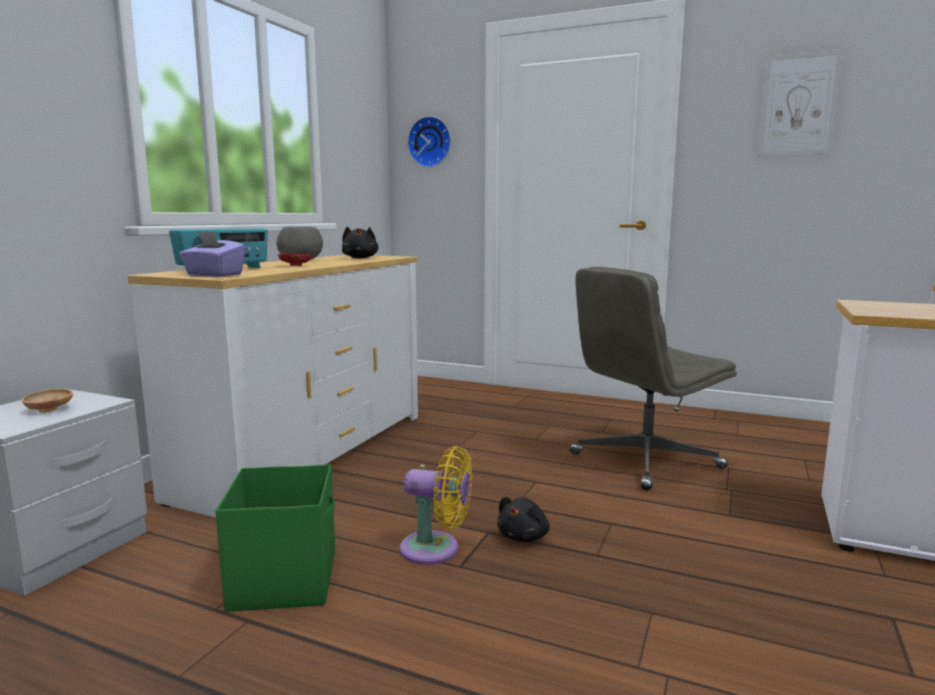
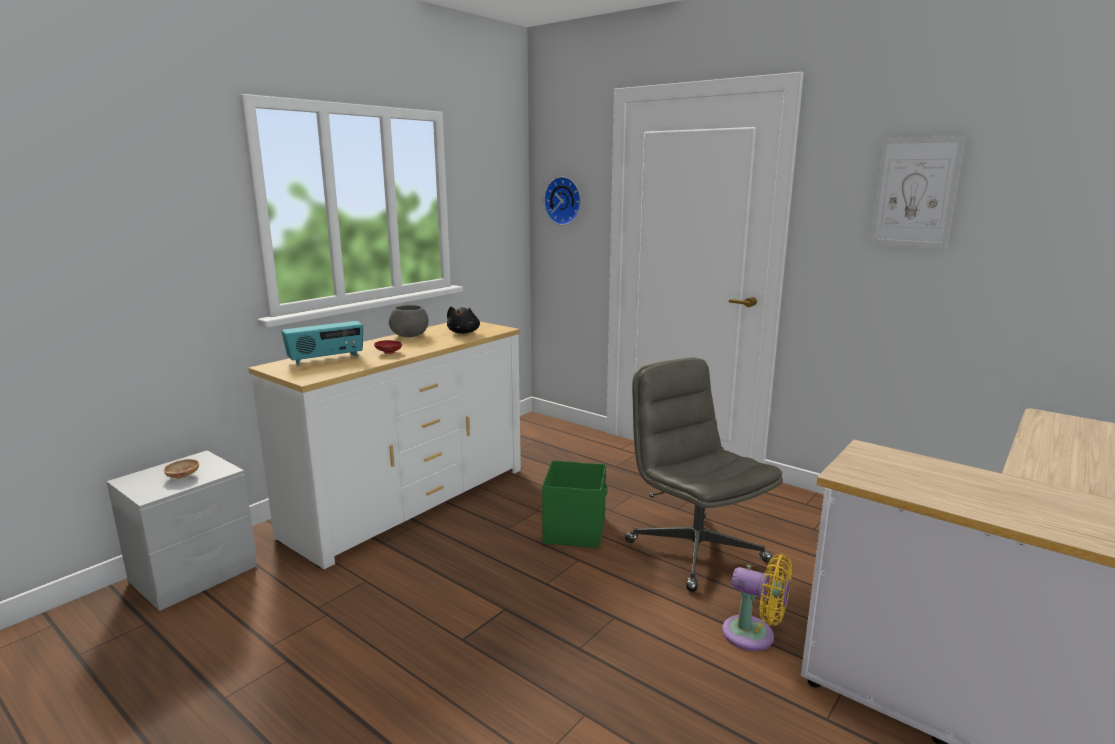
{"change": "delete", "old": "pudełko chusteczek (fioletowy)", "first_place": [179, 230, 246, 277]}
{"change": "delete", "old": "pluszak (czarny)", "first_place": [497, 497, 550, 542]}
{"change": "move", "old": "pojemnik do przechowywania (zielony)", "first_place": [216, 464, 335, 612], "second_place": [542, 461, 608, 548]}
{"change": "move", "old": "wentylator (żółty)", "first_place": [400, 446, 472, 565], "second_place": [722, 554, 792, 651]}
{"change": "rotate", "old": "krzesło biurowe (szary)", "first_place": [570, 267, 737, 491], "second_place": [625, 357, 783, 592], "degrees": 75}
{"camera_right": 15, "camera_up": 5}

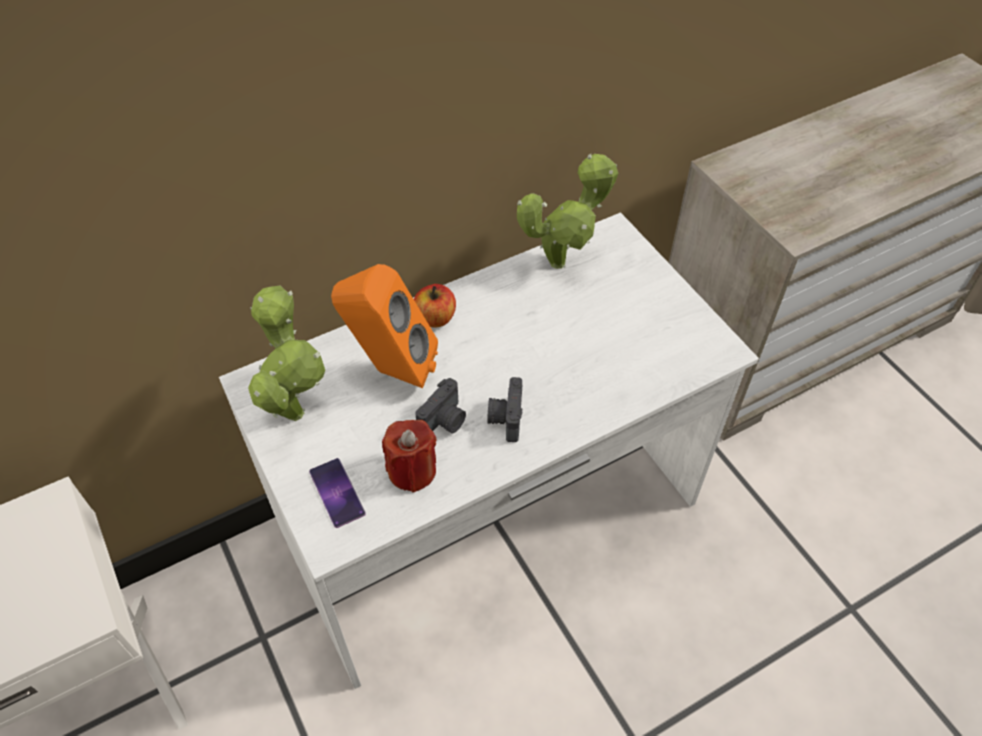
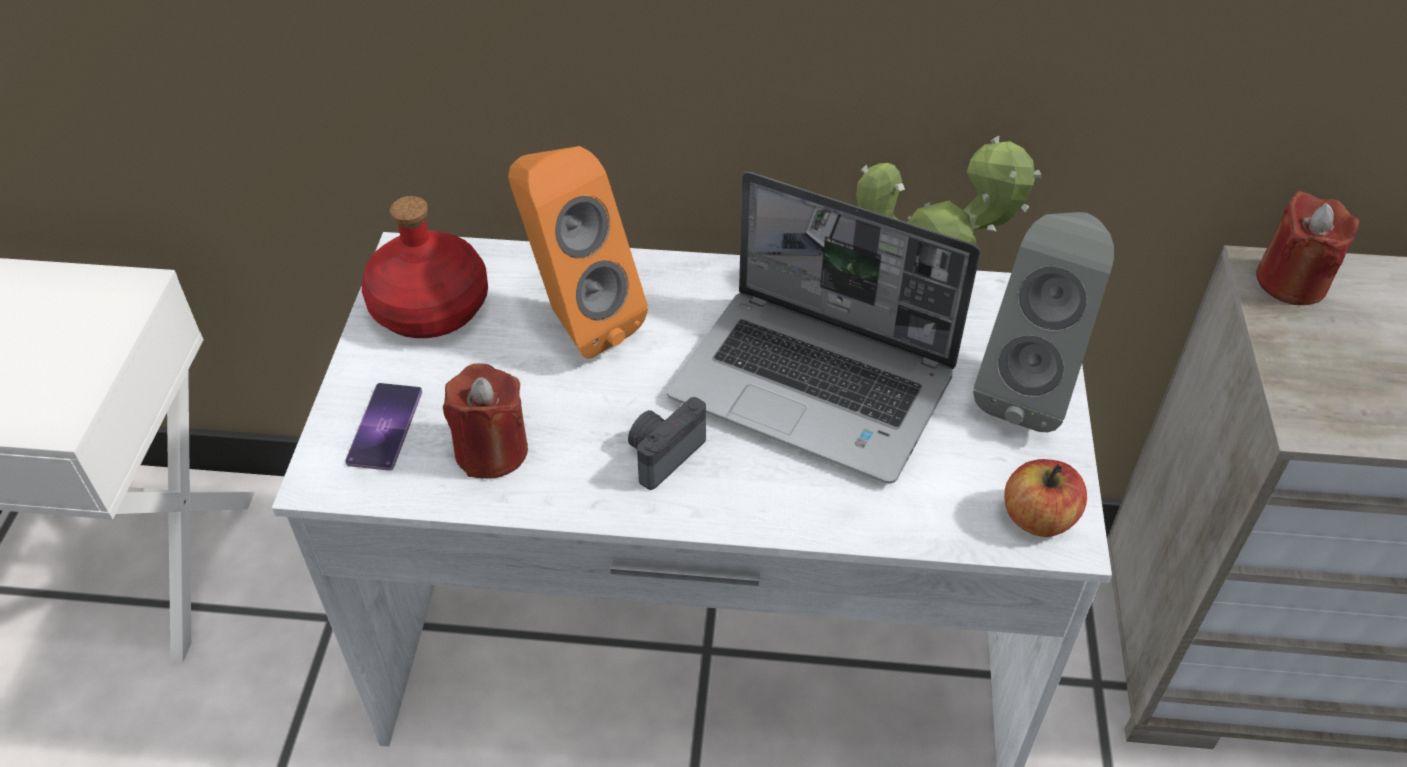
{"change": "delete", "old": "aparat fotograficzny", "first_place": [415, 378, 466, 433]}
{"change": "insert", "new": "laptop", "second_place": [667, 172, 980, 484]}
{"change": "insert", "new": "głośnik (szary)", "second_place": [973, 212, 1114, 432]}
{"change": "insert", "new": "świeca (czerwony)", "second_place": [1256, 190, 1359, 305]}
{"change": "move", "old": "jabłko", "first_place": [414, 284, 456, 327], "second_place": [1004, 459, 1087, 537]}
{"change": "replace", "old": "roślina doniczkowa", "new": "butelka (czerwony)", "first_place": [248, 286, 325, 421], "second_place": [362, 196, 488, 338]}
{"camera_right": 35, "camera_up": -5}

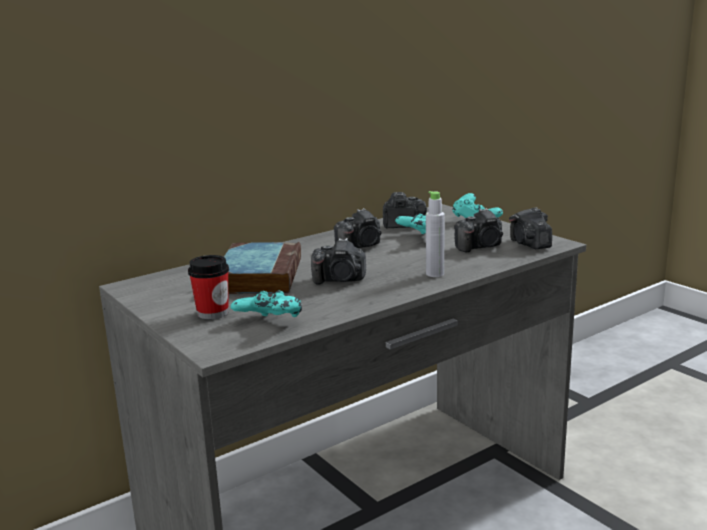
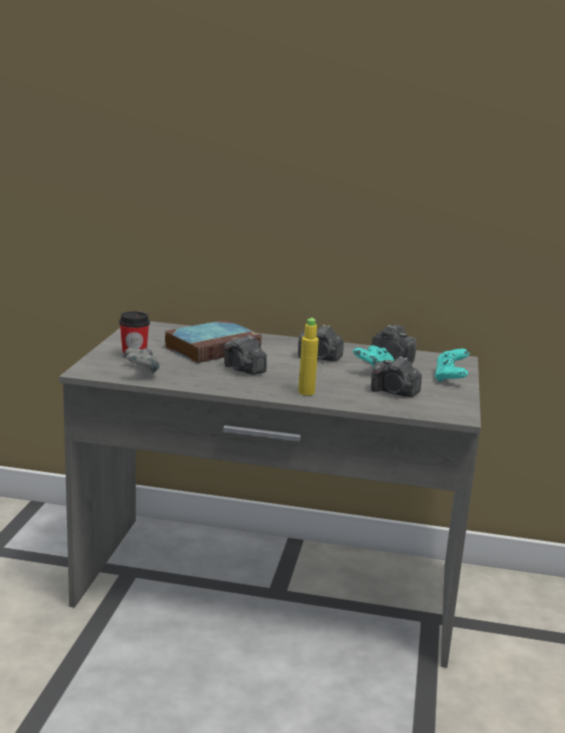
{"change": "delete", "old": "aparat fotograficzny", "first_place": [509, 207, 552, 249]}
{"change": "recolor", "old": "pad do gier (turkusowy)", "new": "pad do gier (szary)", "first_place": [231, 291, 302, 317], "second_place": [125, 347, 160, 373]}
{"change": "recolor", "old": "butelka (szary)", "new": "butelka (żółty)", "first_place": [426, 191, 445, 277], "second_place": [298, 318, 319, 396]}
{"camera_right": 45, "camera_up": 0}

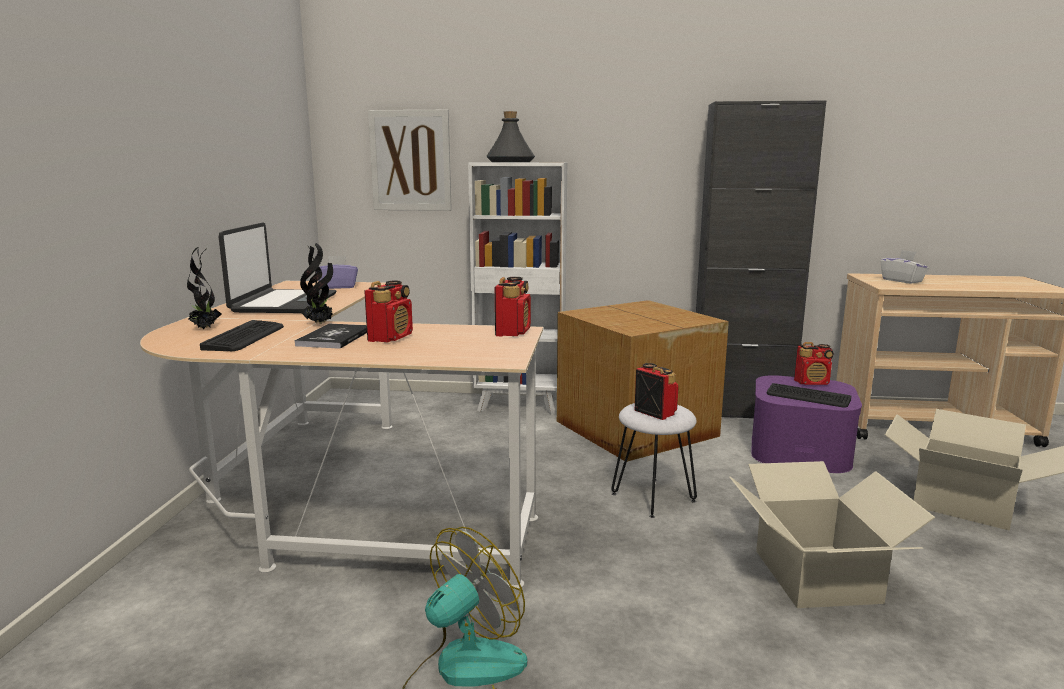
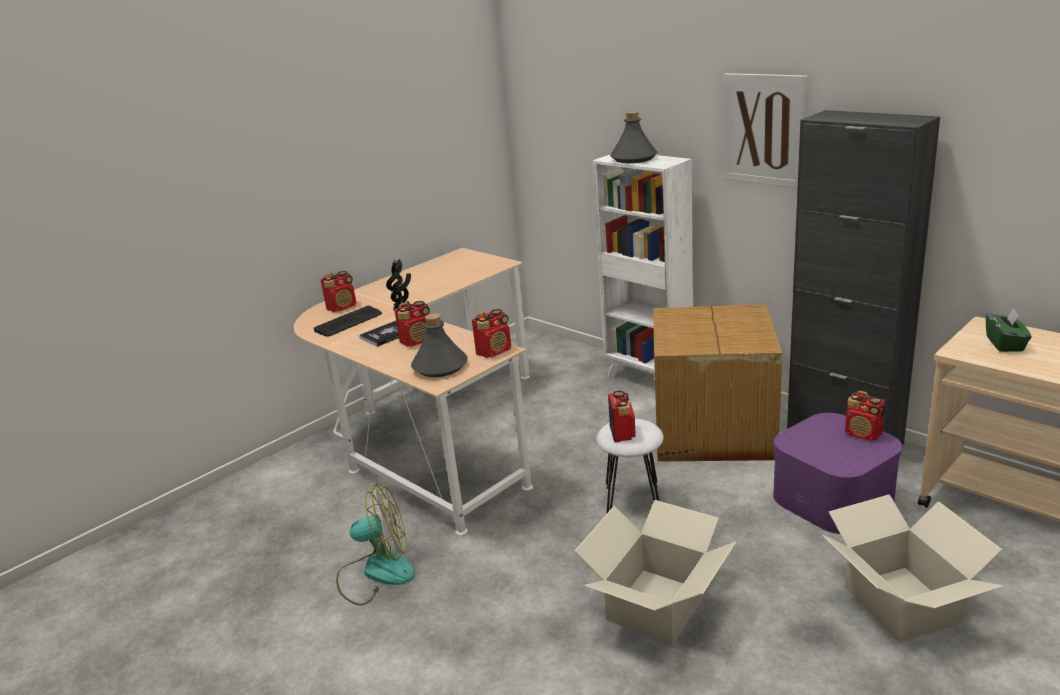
{"change": "delete", "old": "laptop", "first_place": [219, 222, 336, 313]}
{"change": "delete", "old": "pudełko chusteczek (fioletowy)", "first_place": [318, 255, 358, 289]}
{"change": "delete", "old": "klawiatura", "first_place": [767, 383, 851, 408]}
{"change": "insert", "new": "butelka (szary)", "second_place": [411, 313, 468, 377]}
{"change": "move", "old": "obraz", "first_place": [368, 110, 452, 211], "second_place": [723, 73, 808, 188]}
{"change": "replace", "old": "roślina doniczkowa", "new": "radio", "first_place": [187, 247, 222, 329], "second_place": [320, 271, 356, 312]}
{"change": "recolor", "old": "pudełko chusteczek (biały)", "new": "pudełko chusteczek (zielony)", "first_place": [880, 250, 929, 283], "second_place": [986, 308, 1032, 352]}
{"camera_right": 40, "camera_up": 10}

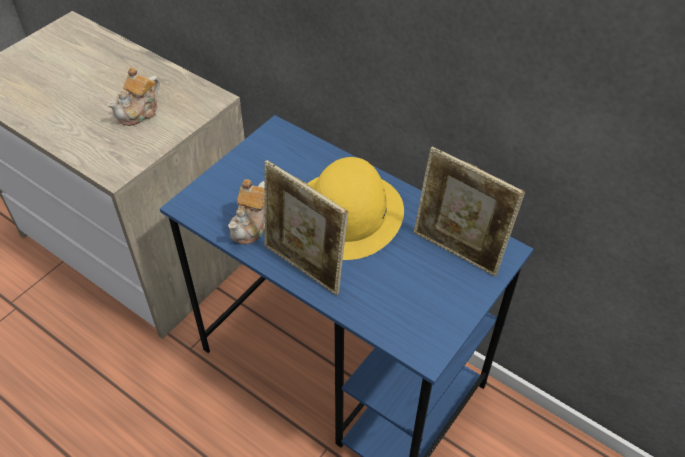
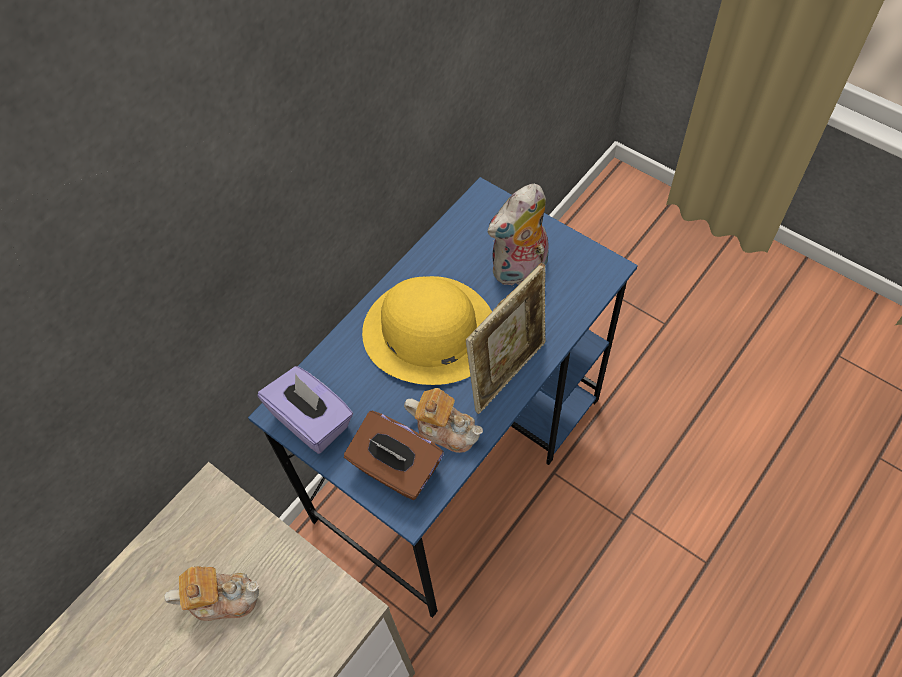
{"change": "delete", "old": "ramka na zdjęcie", "first_place": [414, 146, 525, 276]}
{"change": "insert", "new": "pudełko chusteczek (fioletowy)", "second_place": [258, 366, 353, 454]}
{"change": "insert", "new": "pudełko chusteczek (brązowy)", "second_place": [344, 411, 444, 500]}
{"change": "insert", "new": "pluszak", "second_place": [488, 184, 549, 287]}
{"change": "rotate", "old": "imbryk", "first_place": [108, 67, 160, 126], "second_place": [164, 566, 259, 621], "degrees": -45}
{"camera_right": -85, "camera_up": 10}

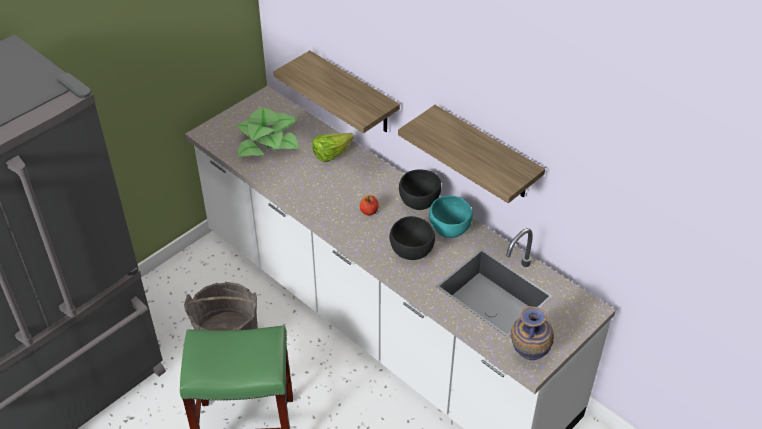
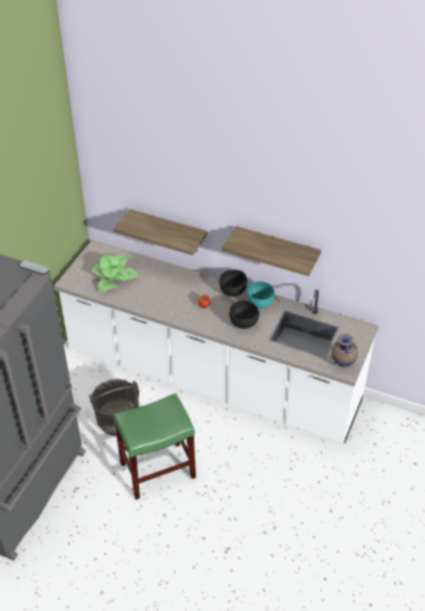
{"change": "delete", "old": "sałata", "first_place": [312, 133, 354, 162]}
{"camera_right": -20, "camera_up": 0}

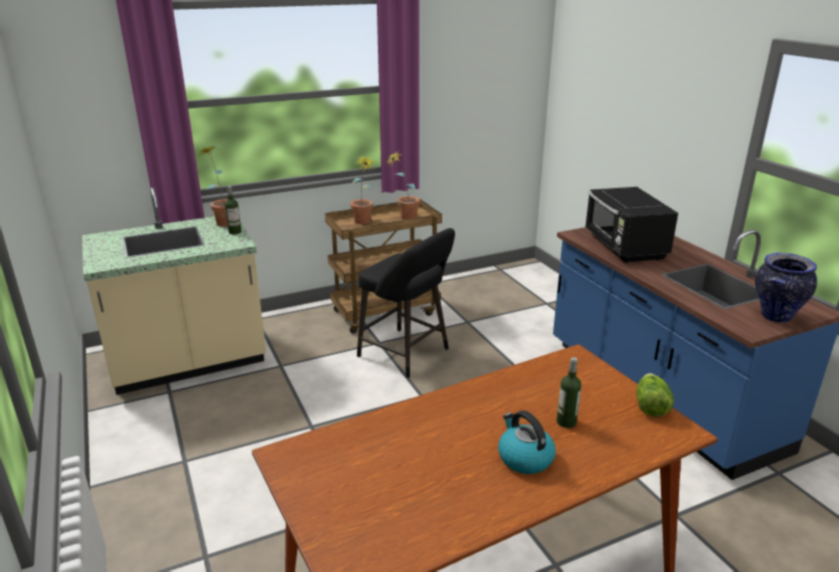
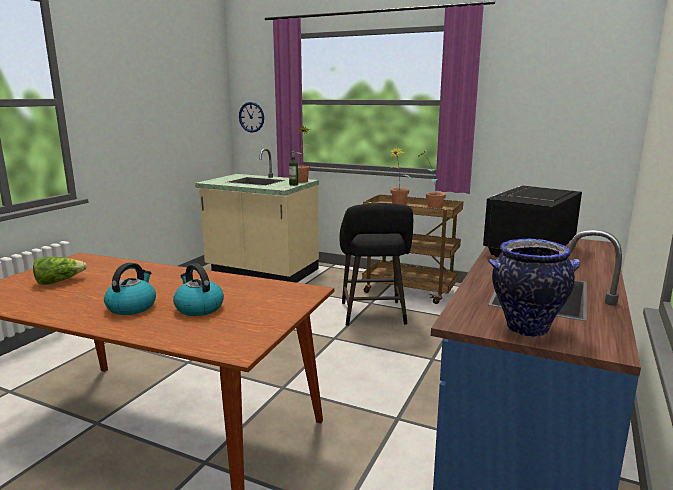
{"change": "insert", "new": "zegar ścienny", "second_place": [239, 102, 264, 133]}
{"change": "move", "old": "sałata", "first_place": [636, 373, 674, 417], "second_place": [33, 257, 87, 285]}
{"change": "replace", "old": "butelka", "new": "czajnik", "first_place": [557, 357, 581, 428], "second_place": [173, 264, 224, 316]}
{"camera_right": 50, "camera_up": -10}

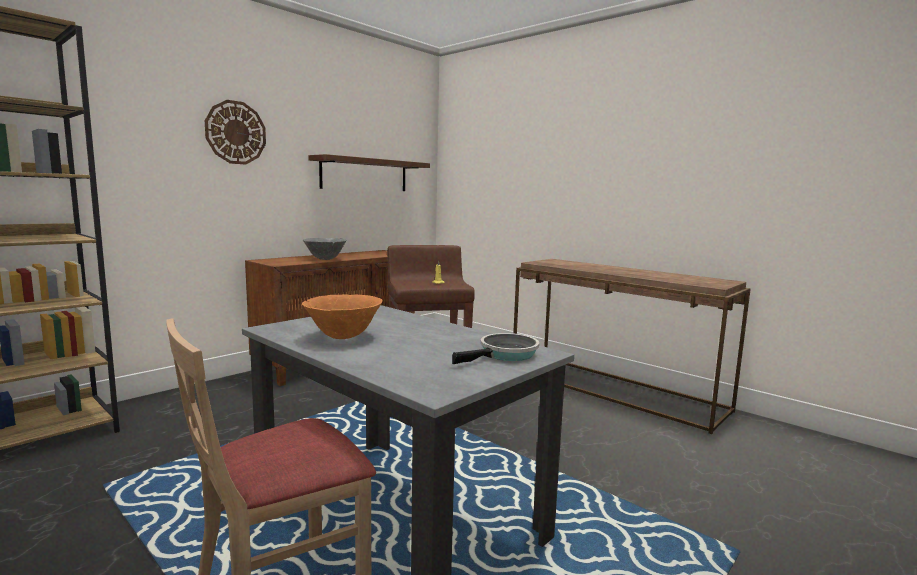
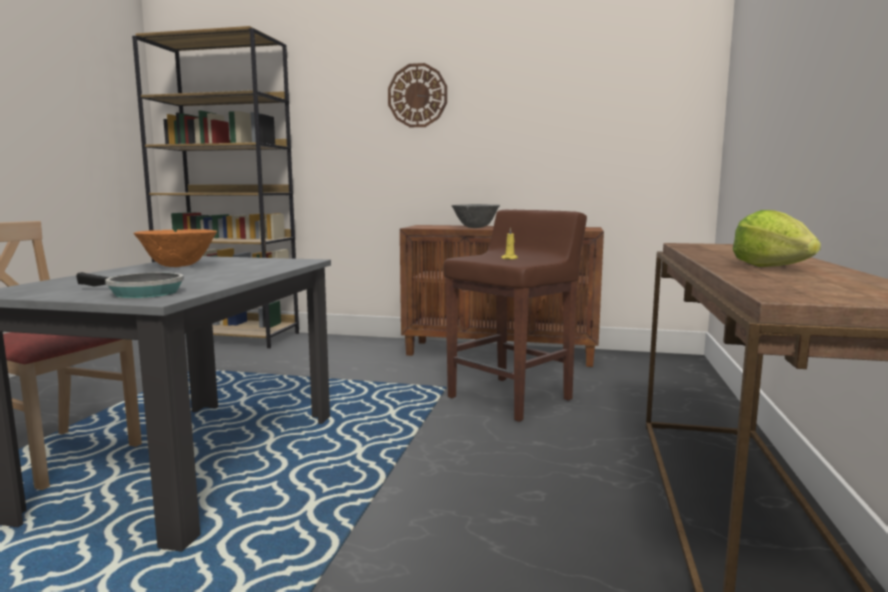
{"change": "delete", "old": "półka (brązowy)", "first_place": [308, 154, 430, 191]}
{"change": "insert", "new": "sałata", "second_place": [733, 210, 821, 267]}
{"camera_right": 60, "camera_up": 0}

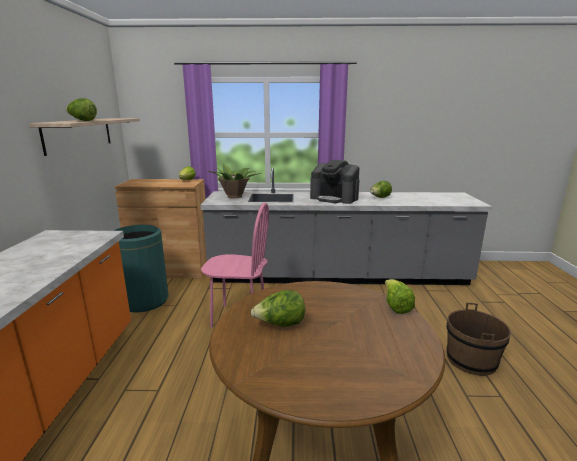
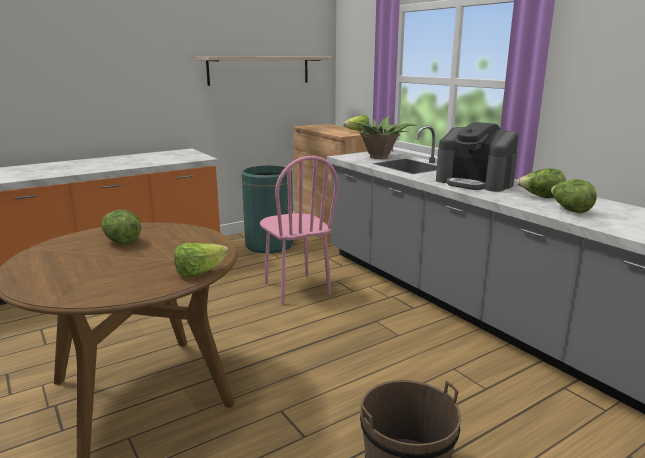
{"change": "move", "old": "sałata", "first_place": [66, 98, 97, 121], "second_place": [551, 179, 597, 213]}
{"change": "rotate", "old": "ekspres do kawy", "first_place": [310, 160, 360, 204], "second_place": [436, 122, 518, 192], "degrees": -45}
{"camera_right": 55, "camera_up": 0}

